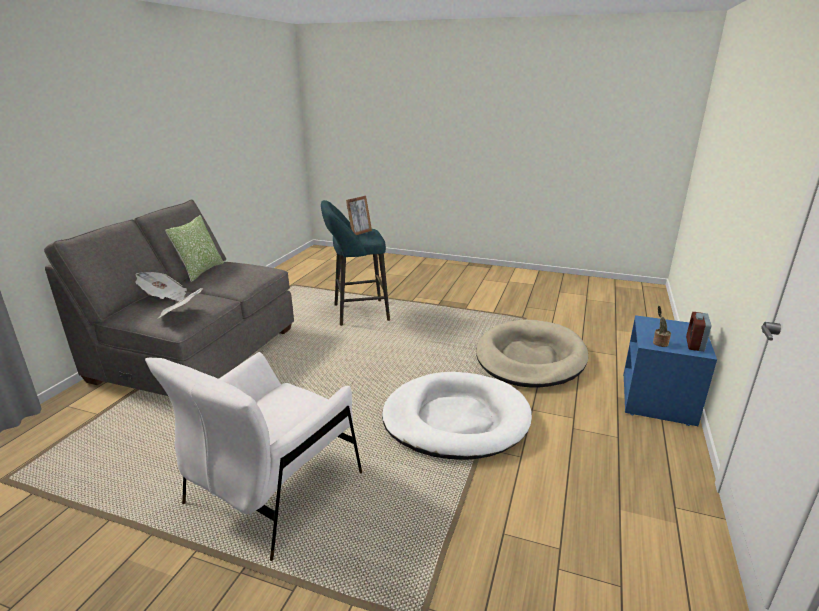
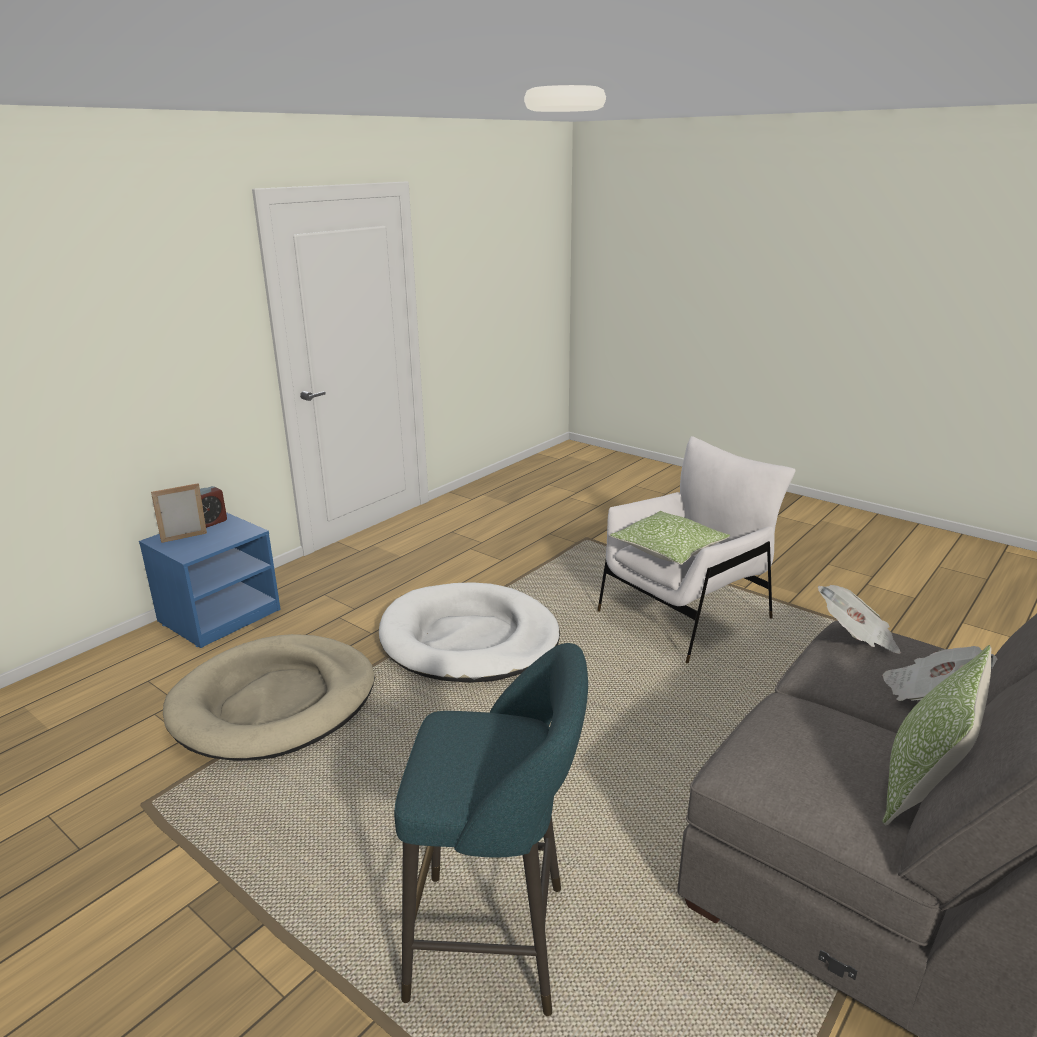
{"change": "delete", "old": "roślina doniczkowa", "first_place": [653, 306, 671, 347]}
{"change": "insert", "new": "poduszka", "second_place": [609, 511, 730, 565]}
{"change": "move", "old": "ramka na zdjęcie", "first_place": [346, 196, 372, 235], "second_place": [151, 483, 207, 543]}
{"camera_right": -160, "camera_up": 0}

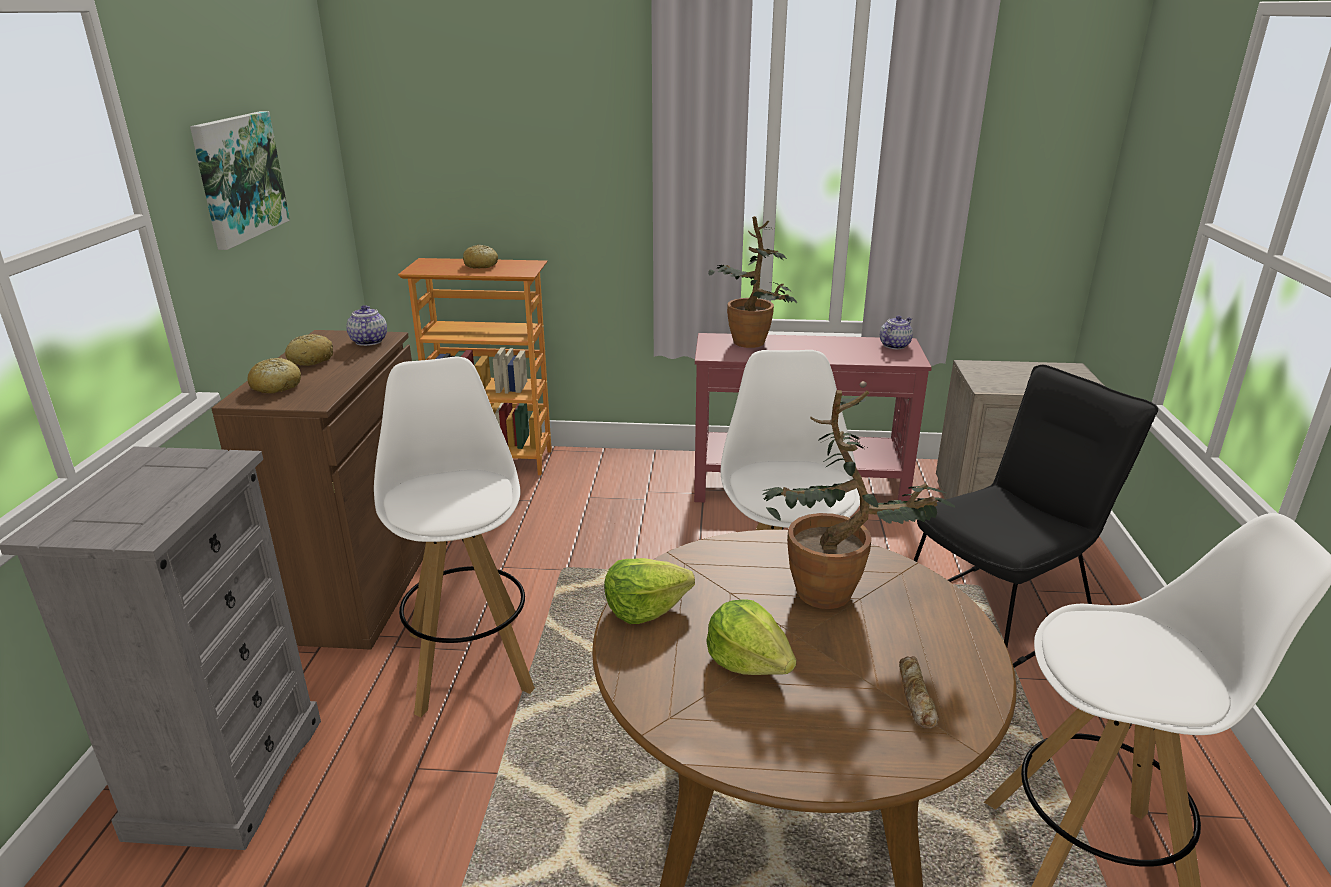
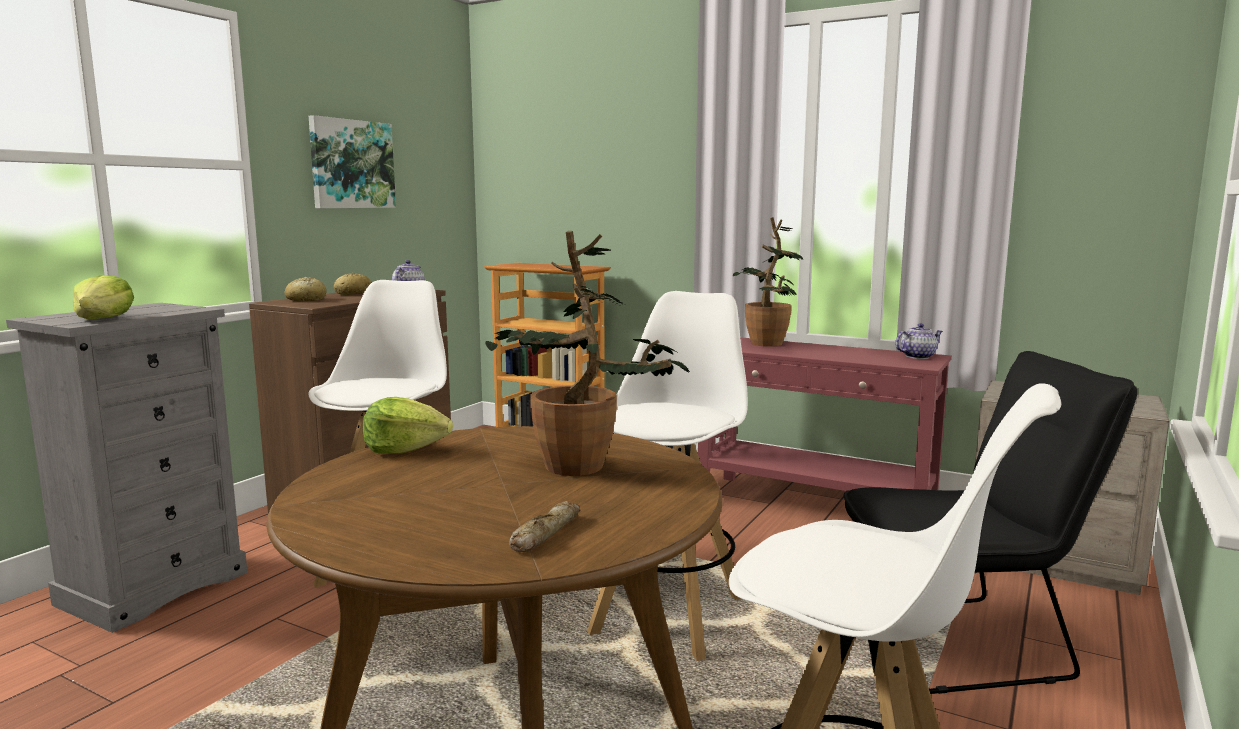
{"change": "delete", "old": "chleb", "first_place": [463, 245, 498, 268]}
{"change": "move", "old": "sałata", "first_place": [706, 599, 796, 675], "second_place": [73, 275, 134, 320]}
{"camera_right": 25, "camera_up": -15}

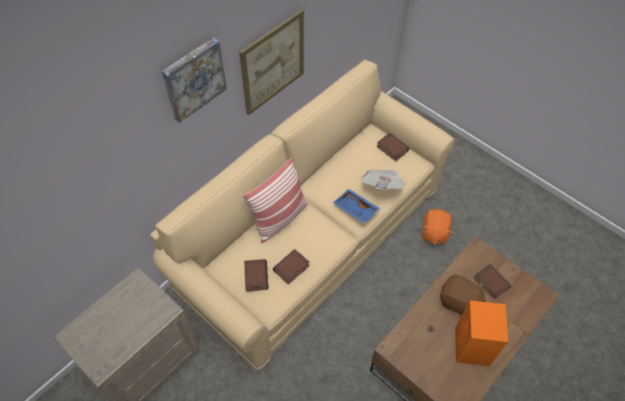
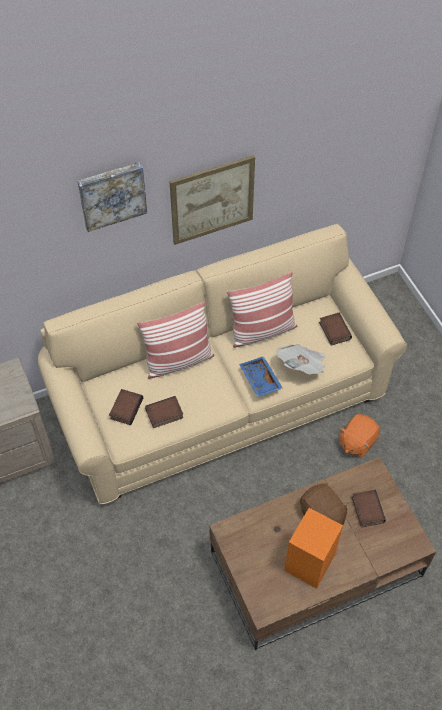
{"change": "insert", "new": "poduszka", "second_place": [227, 272, 297, 348]}
{"camera_right": 25, "camera_up": 0}

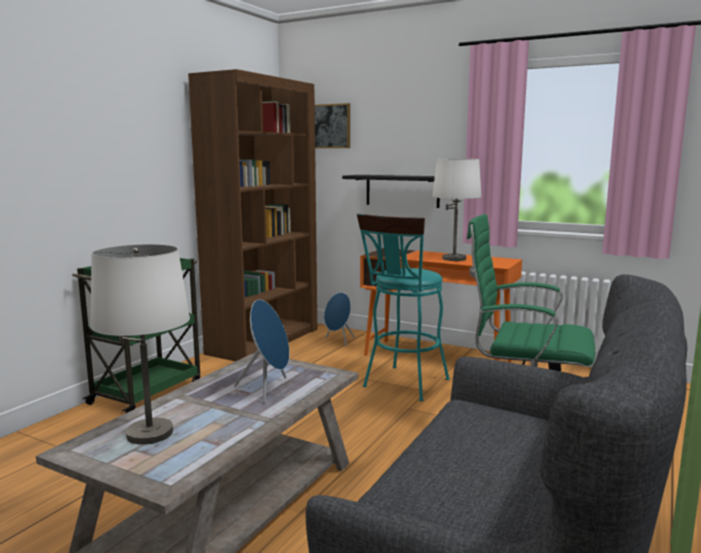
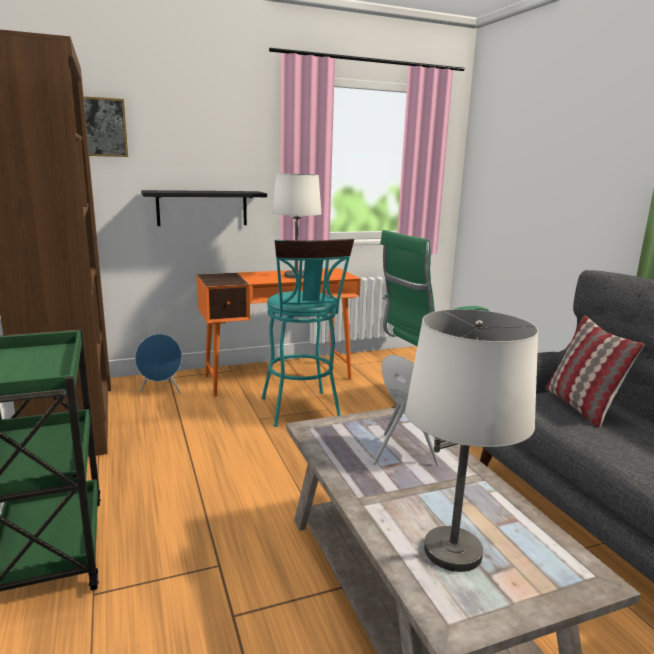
{"change": "insert", "new": "poduszka", "second_place": [546, 316, 644, 428]}
{"camera_right": -50, "camera_up": 5}

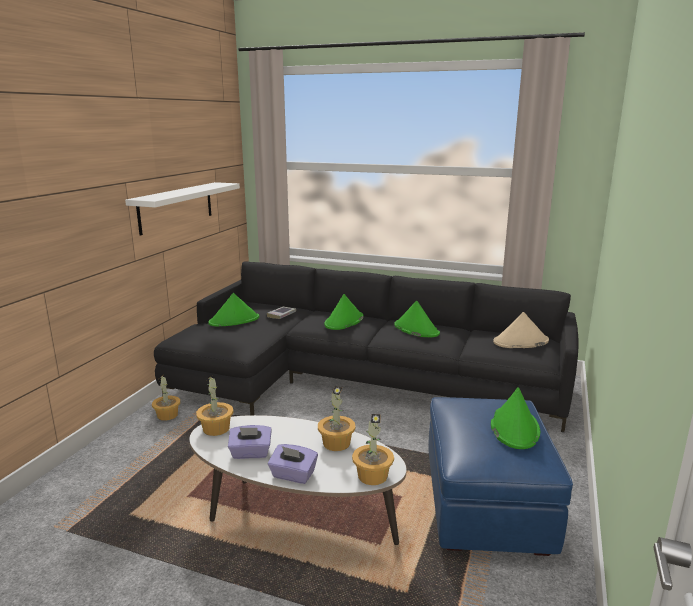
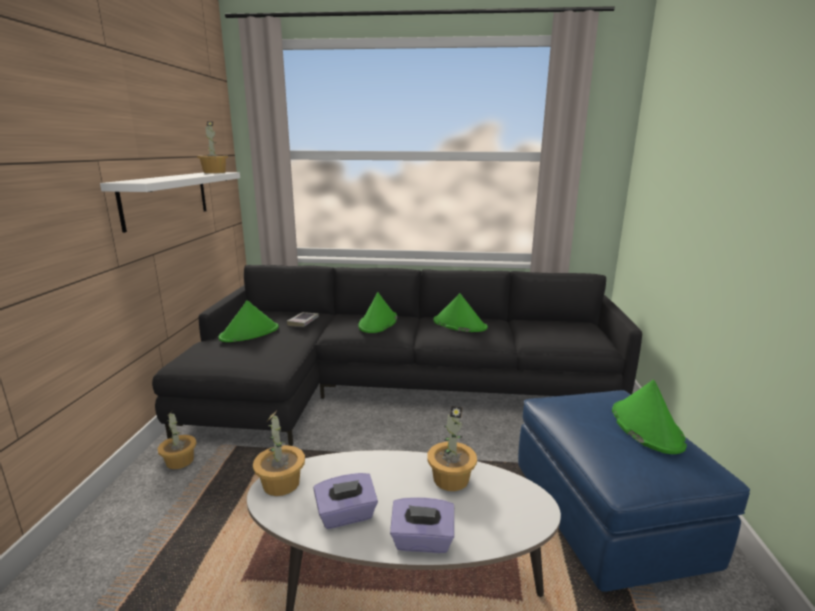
{"change": "delete", "old": "kapelusz (beżowy)", "first_place": [493, 312, 549, 348]}
{"change": "move", "old": "roślina doniczkowa", "first_place": [352, 414, 394, 485], "second_place": [197, 121, 228, 173]}
{"camera_right": -15, "camera_up": 0}

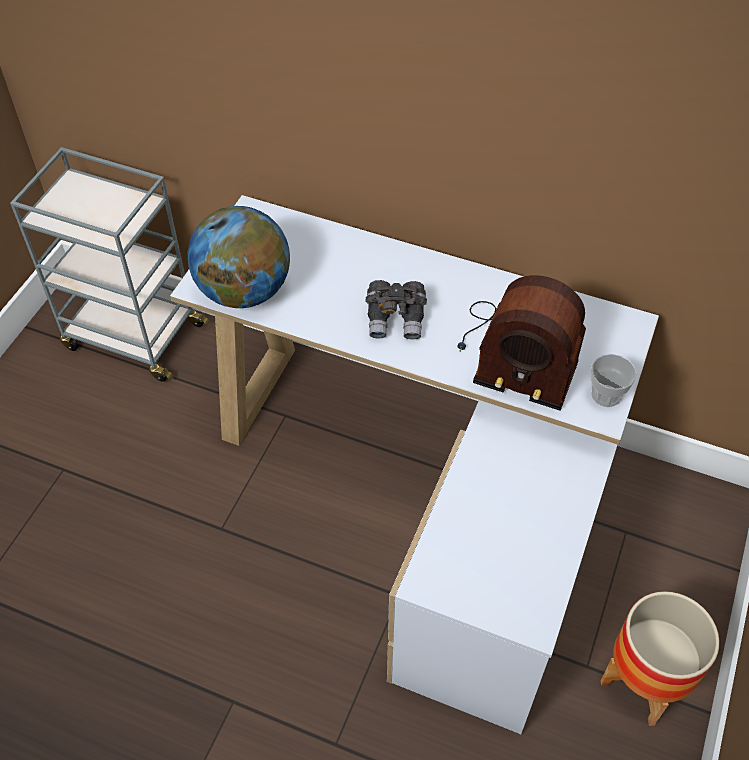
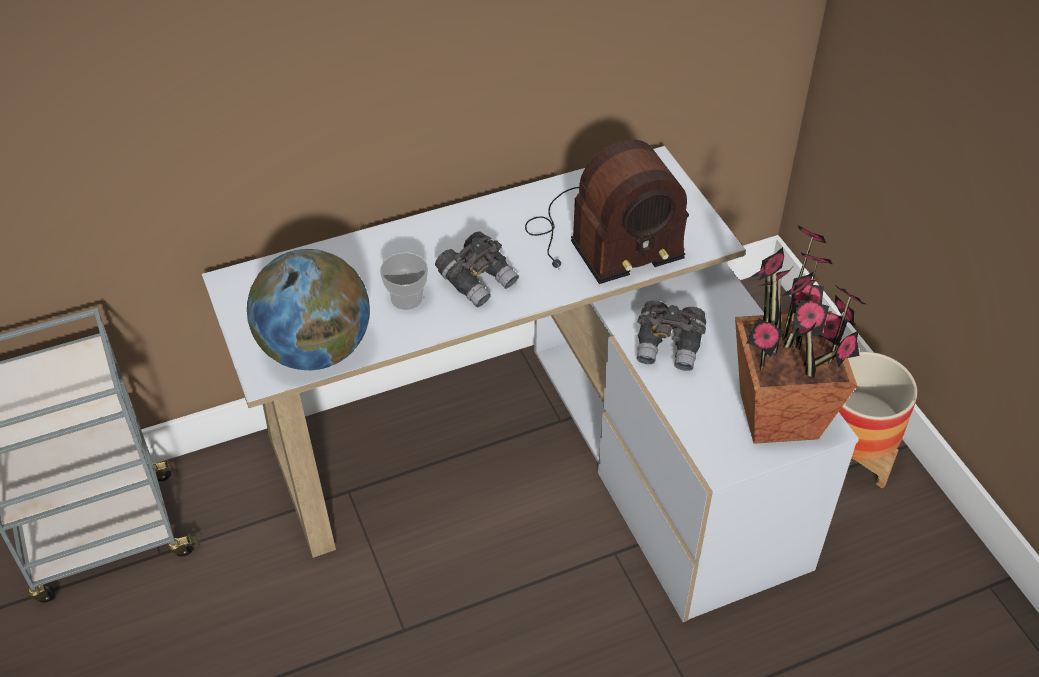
{"change": "insert", "new": "lornetka (szary)", "second_place": [637, 300, 706, 371]}
{"change": "insert", "new": "roślina doniczkowa", "second_place": [735, 225, 866, 444]}
{"change": "move", "old": "filiżanka", "first_place": [590, 354, 637, 407], "second_place": [380, 252, 428, 310]}
{"camera_right": -45, "camera_up": -5}

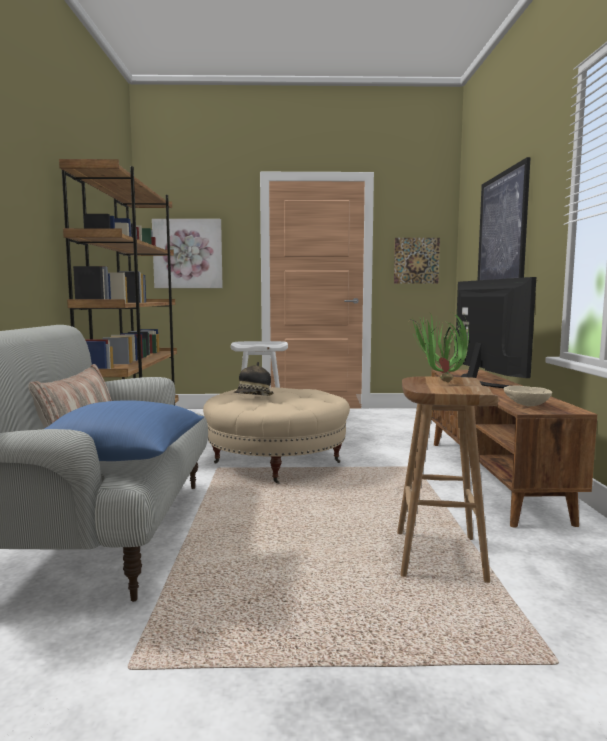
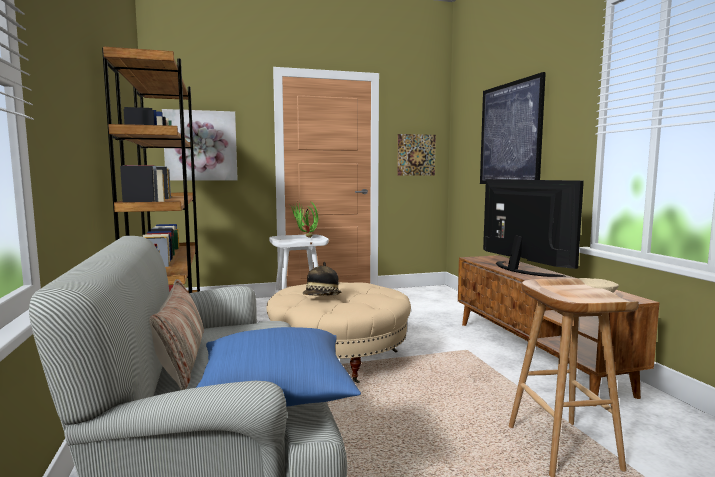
{"change": "move", "old": "roślina doniczkowa", "first_place": [410, 313, 469, 383], "second_place": [291, 201, 319, 238]}
{"camera_right": -15, "camera_up": 0}

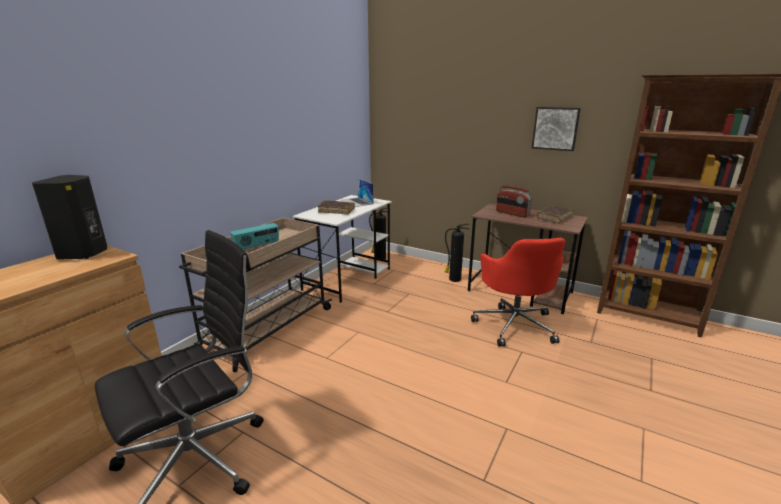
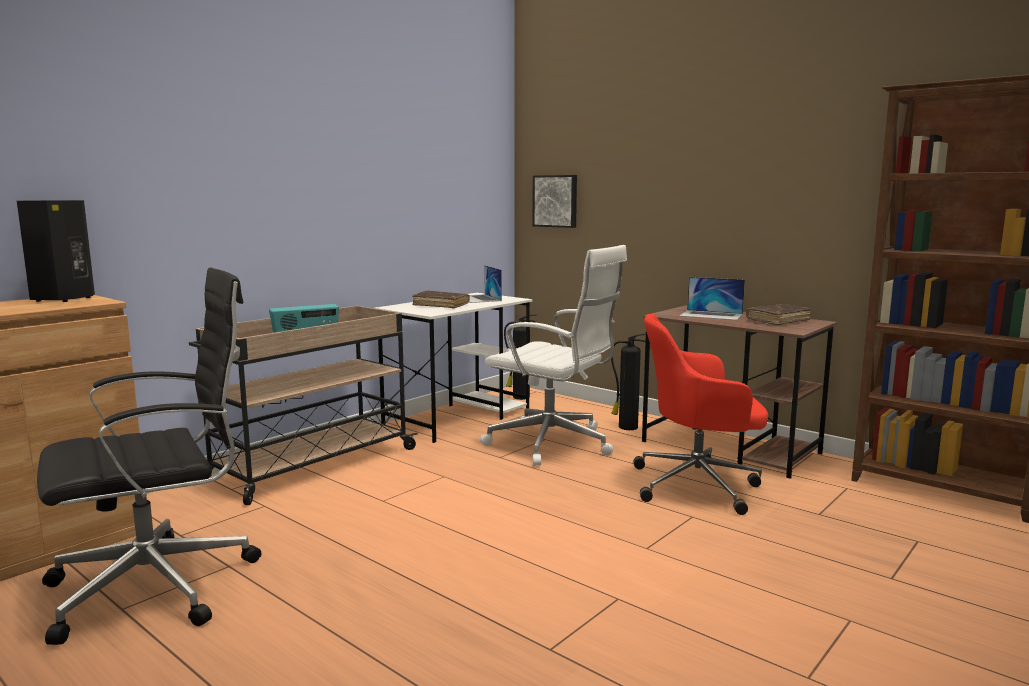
{"change": "insert", "new": "krzesło biurowe (biały)", "second_place": [480, 245, 627, 466]}
{"change": "move", "old": "obraz", "first_place": [532, 107, 581, 151], "second_place": [532, 175, 577, 228]}
{"change": "replace", "old": "radio", "new": "laptop", "first_place": [496, 185, 532, 218], "second_place": [679, 277, 745, 320]}
{"change": "rotate", "old": "krzesło biurowe (czerwony)", "first_place": [471, 238, 565, 346], "second_place": [633, 314, 768, 515], "degrees": 90}
{"camera_right": 10, "camera_up": -10}

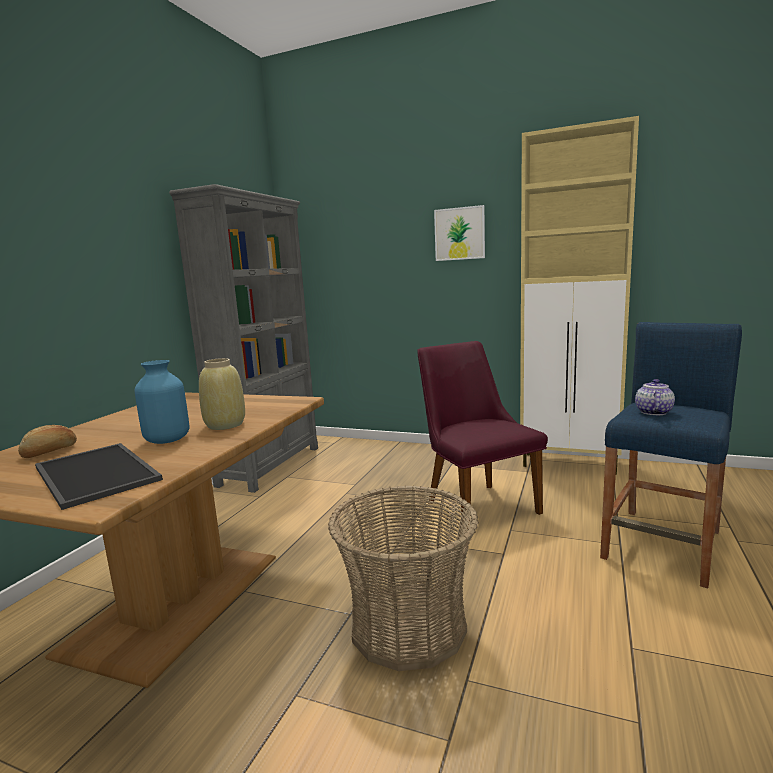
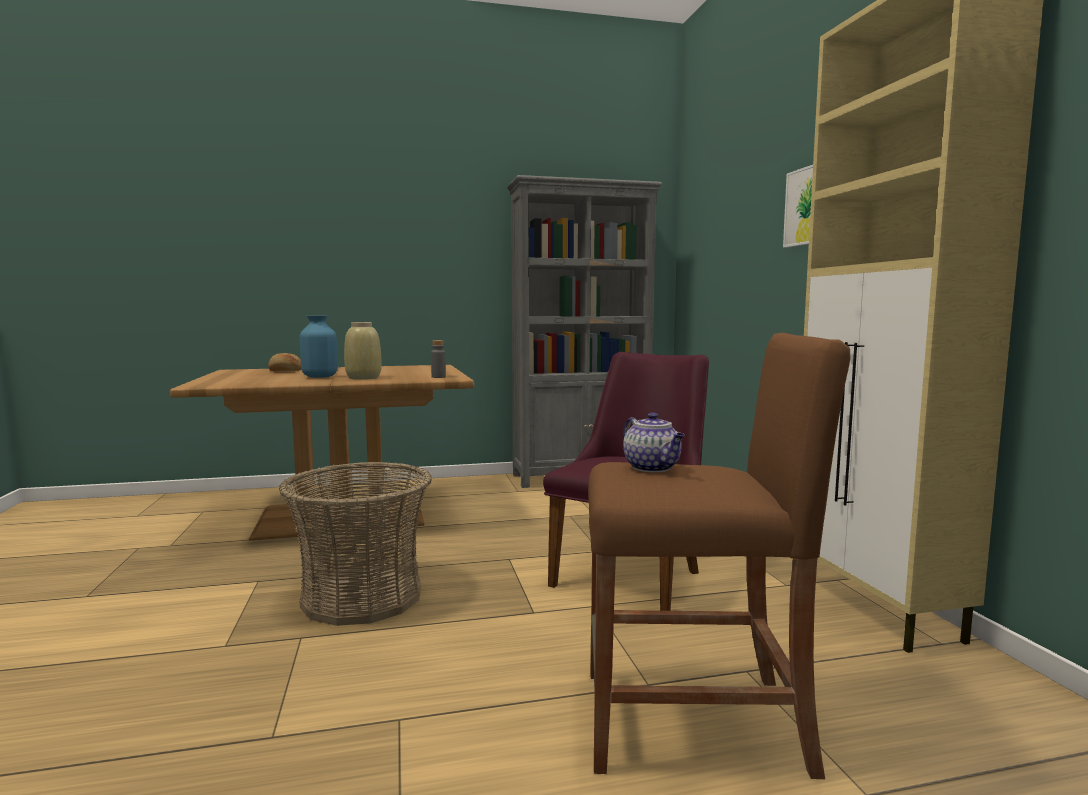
{"change": "delete", "old": "taca", "first_place": [35, 443, 163, 510]}
{"change": "insert", "new": "butelka (szary)", "second_place": [431, 340, 446, 378]}
{"change": "recolor", "old": "stołek (niebieski)", "new": "stołek (brązowy)", "first_place": [600, 322, 742, 589], "second_place": [588, 333, 851, 779]}
{"change": "rotate", "old": "imbryk", "first_place": [635, 379, 675, 415], "second_place": [623, 412, 685, 472], "degrees": 75}
{"camera_right": 55, "camera_up": -5}

